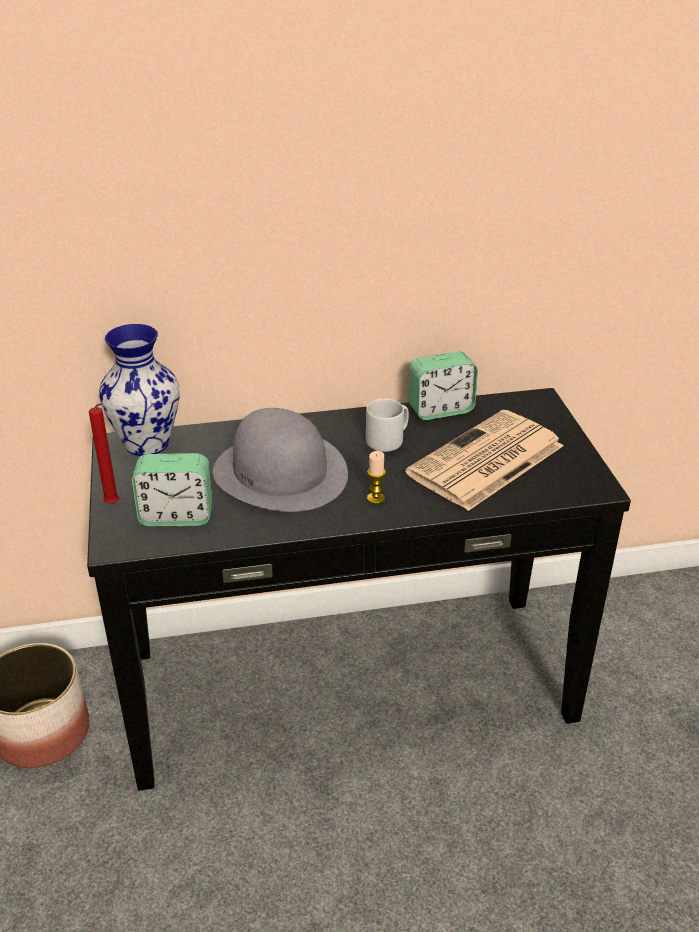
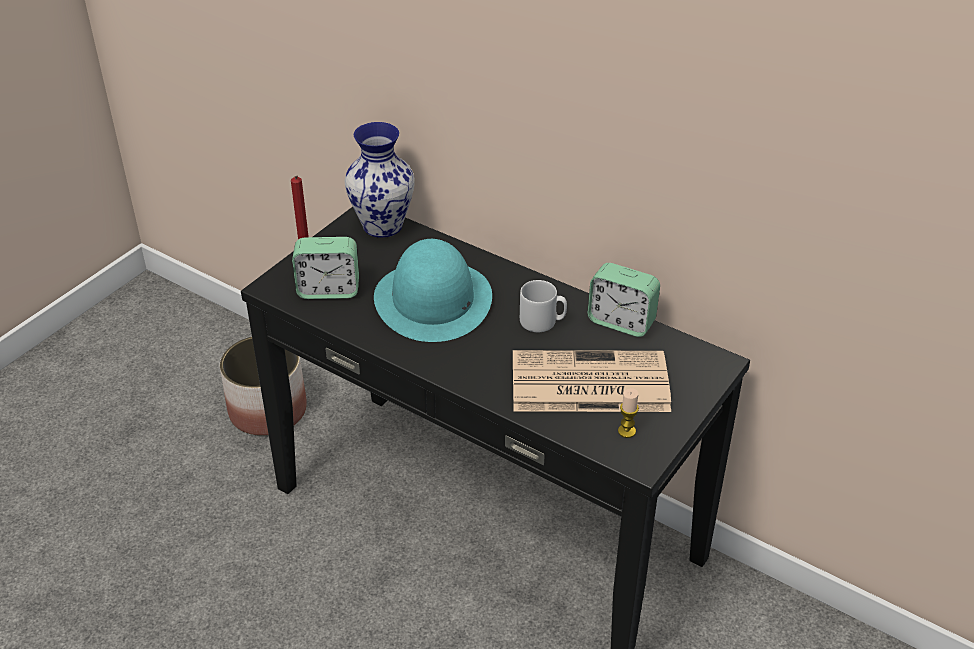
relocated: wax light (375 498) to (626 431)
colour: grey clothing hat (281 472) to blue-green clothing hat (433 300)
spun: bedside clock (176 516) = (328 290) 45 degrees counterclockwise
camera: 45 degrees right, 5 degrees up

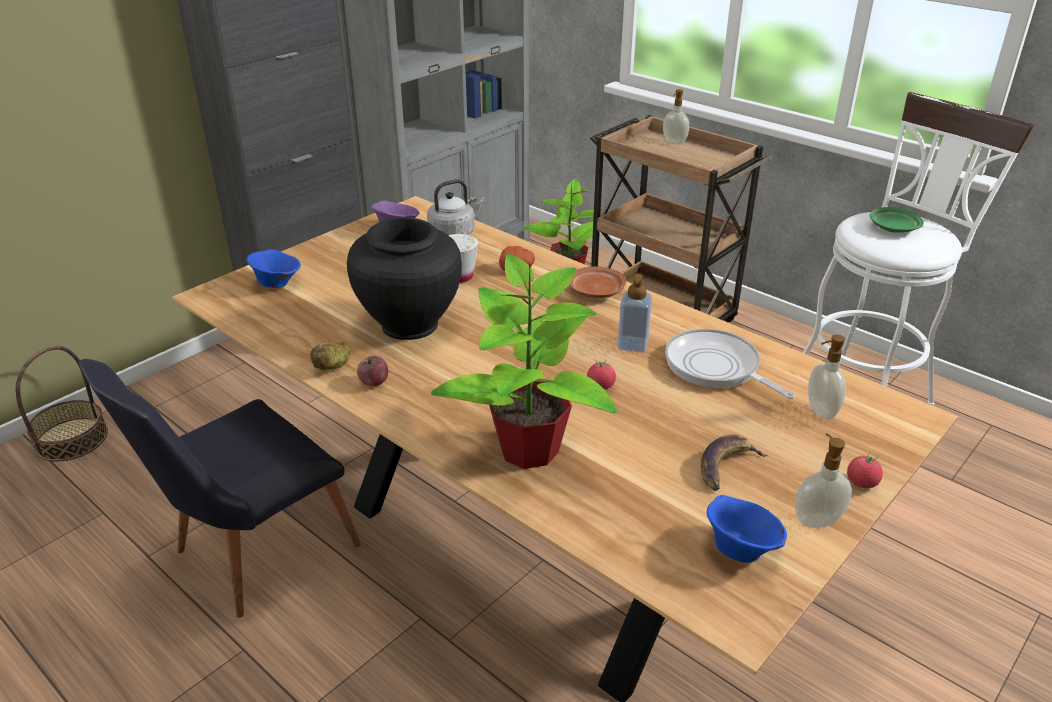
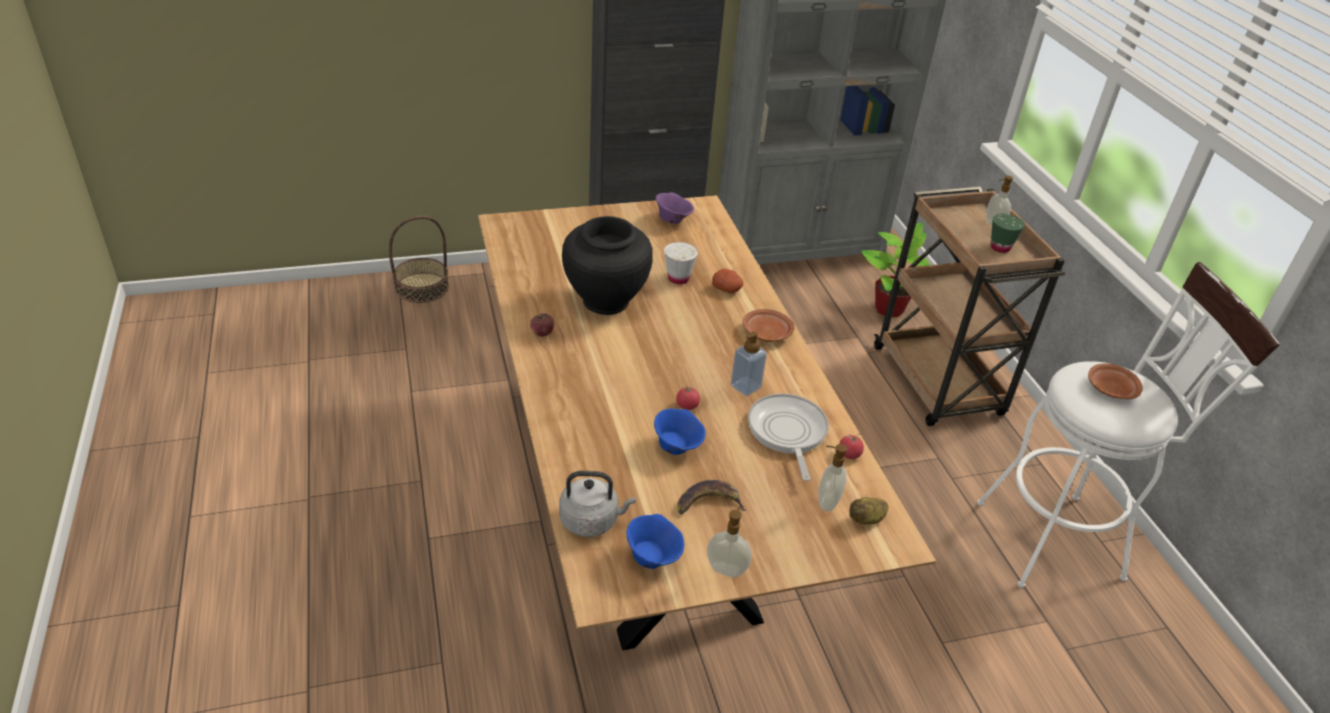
missing: plant in a pot (528 450); black-coloured plain chair (250 555)
appeared: green small cup (1000 247)
relocated: grey water kettle (454 233) to (592 521); blue-coloured bowl (277 283) to (677 446); potato (333 366) to (867 519); fresh tomato (861 482) to (849 454)
colour: green plate (893 228) to brownish plate (1111 388)
camera: 30 degrees right, 5 degrees up

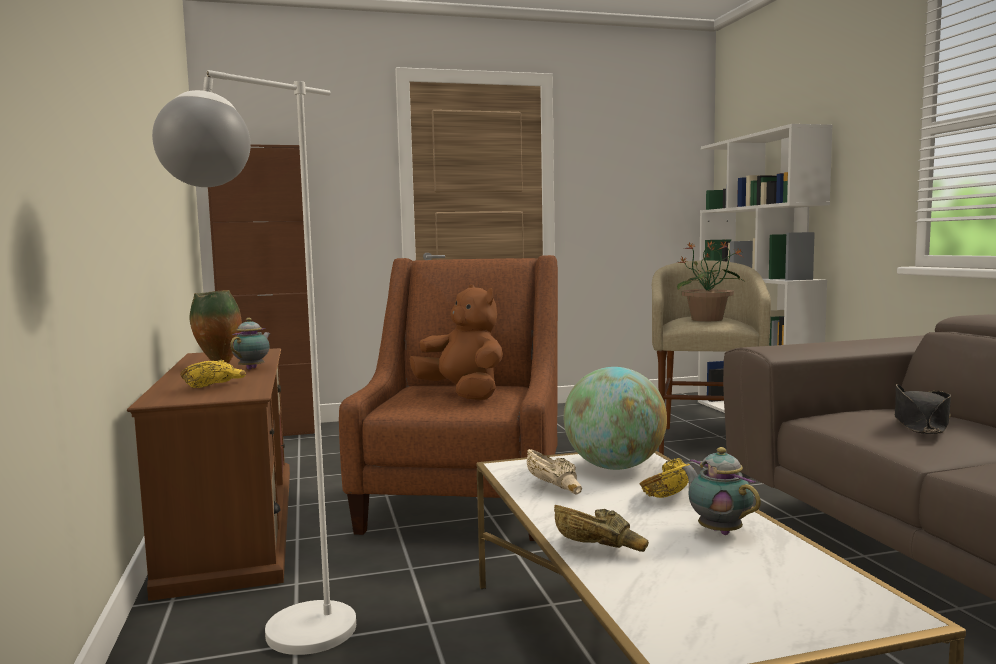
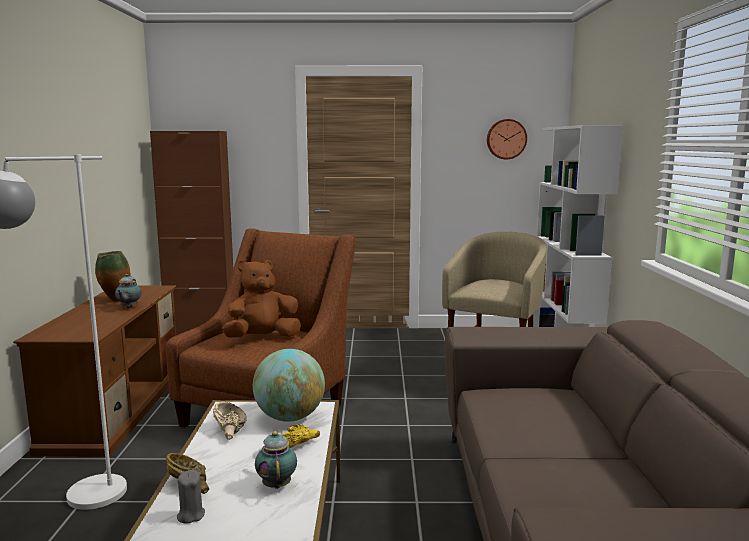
missing: plant in a pot (708 319); yellowish bowl (214 386); black-coloured clothing hat (920 424)
appeared: hanging clock (506 139); grey wax light (190 515)
spun: brownish soft toy (463 395) = (262 338) 90 degrees counterclockwise; tea pot (253 368) = (128 307) 150 degrees clockwise
camera: 15 degrees right, 5 degrees up

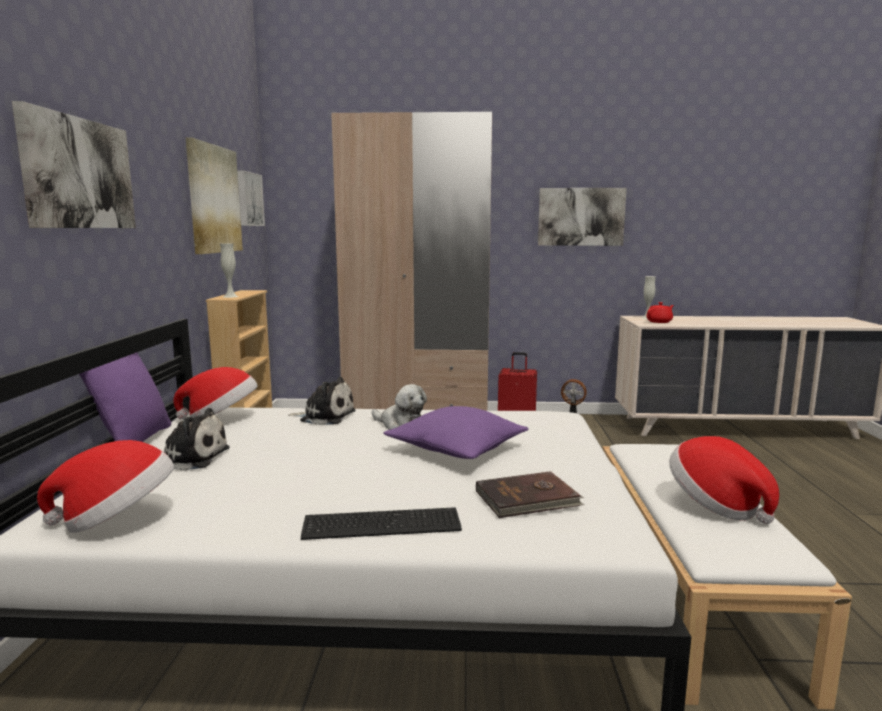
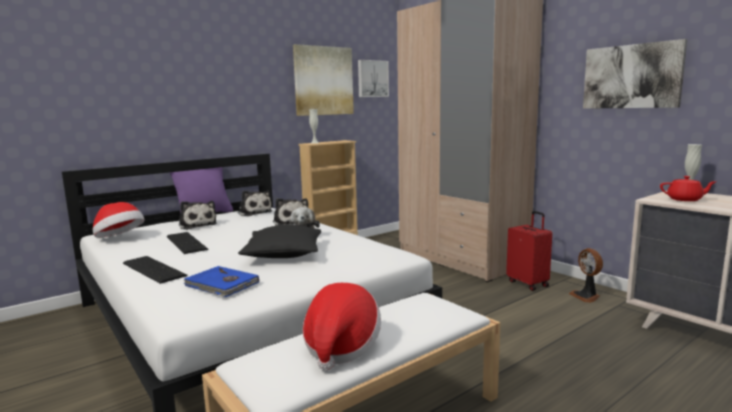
missing: picture (78 173)
appeared: computer keyboard (187 242)
exchanged: clothing hat (221 418) to soft toy (254 213)
colour: purplish pillow (457 449) to black-coloured pillow (283 254); brownish bound book (528 499) to blue-coloured bound book (221 284)
camera: 50 degrees right, 0 degrees up

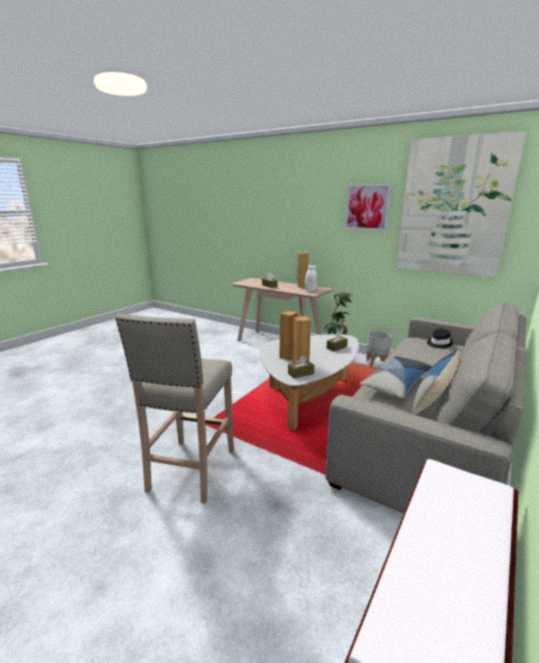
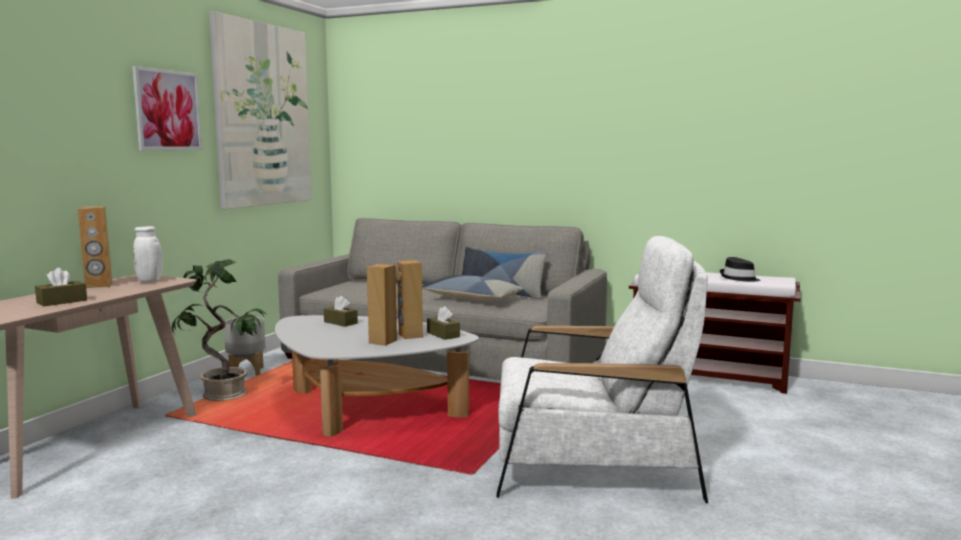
relocated: black-coloured clothing hat (439 343) to (739 278)
exchanged: beige-coloured stool seat (190 471) to white easy chair (592 465)
camera: 100 degrees left, 10 degrees down

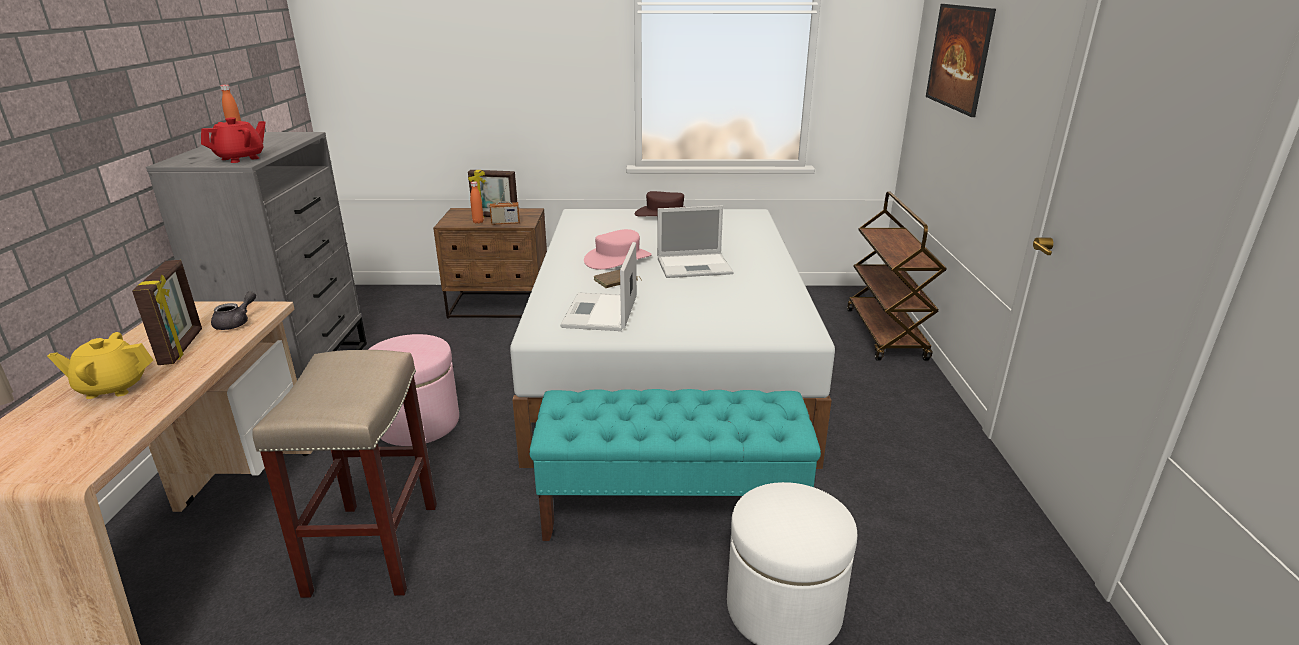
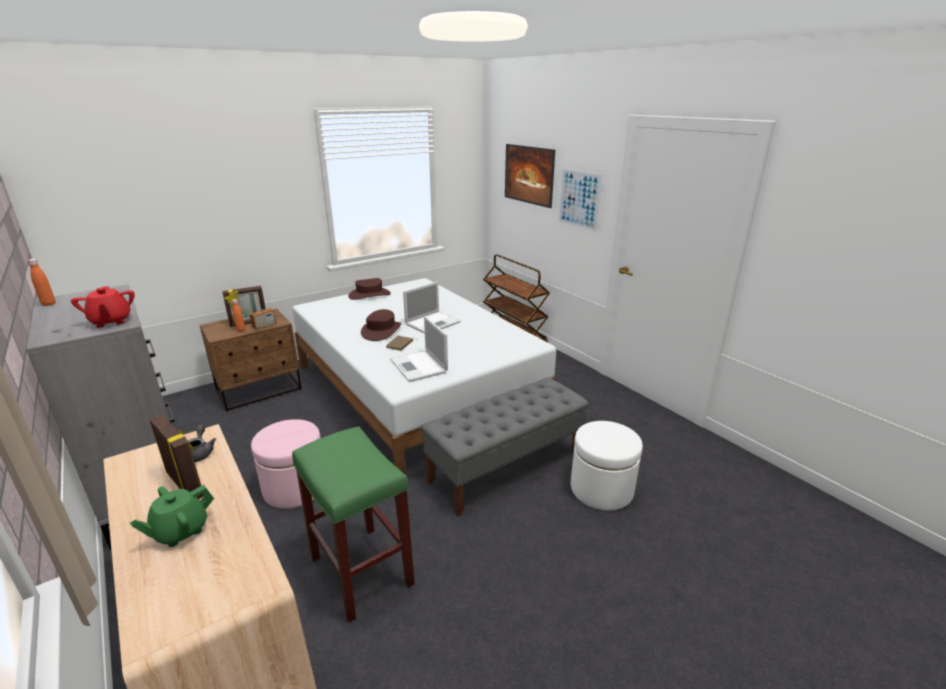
appeared: picture (579 199)
colour: pink-coloured clothing hat (617 259) to brownish clothing hat (381 330); yellowish tea pot (113 387) to green tea pot (180 531); beige-coloured stool seat (374 549) to green stool seat (363 571); blue-green indoor bench (673 508) to grey indoor bench (506 467)
spun: red tea pot (241 158) = (111 321) 150 degrees clockwise
camera: 35 degrees left, 0 degrees up

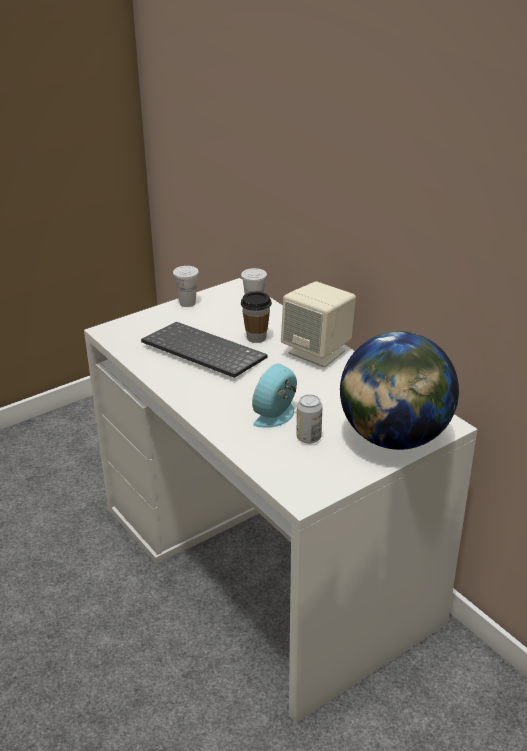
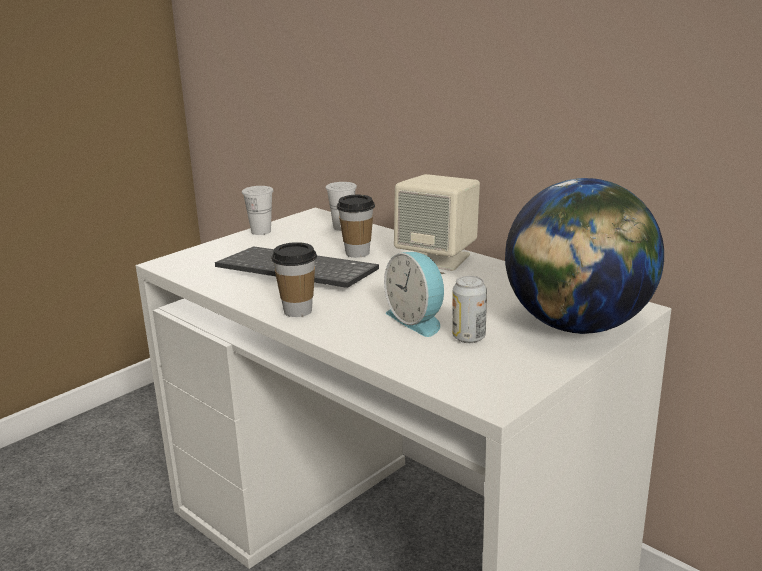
appeared: small cup (298 311)
spun: bedside clock (277 415) = (417 320) 60 degrees counterclockwise
camera: 10 degrees left, 10 degrees down

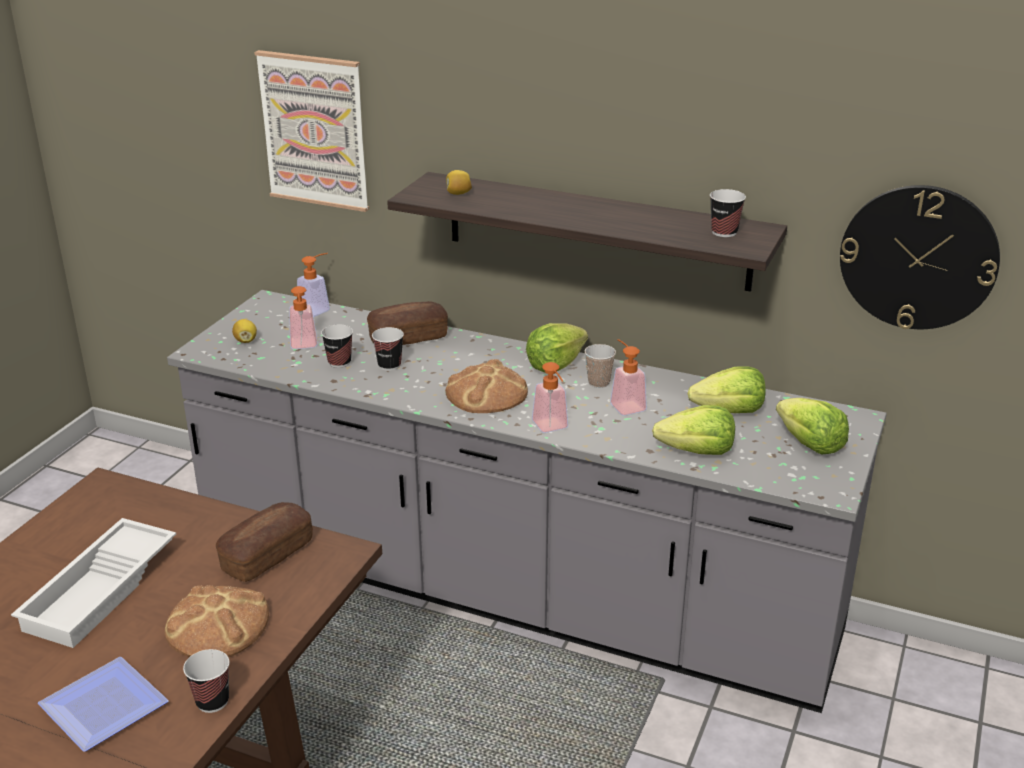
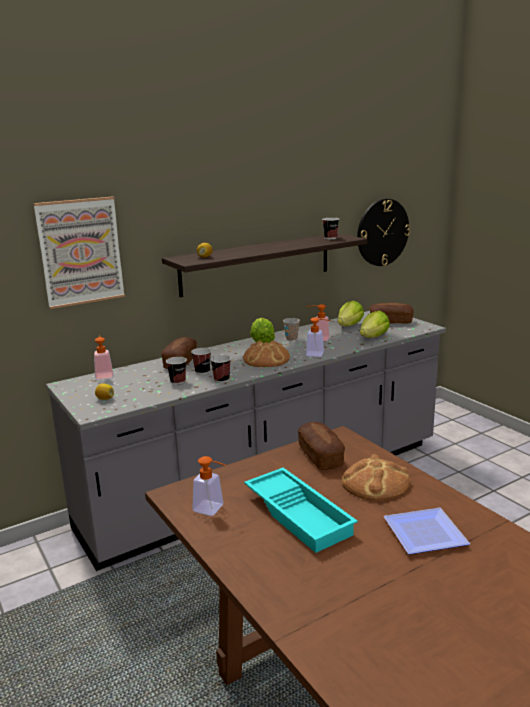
relocated: soap bottle (304 346) to (213 509); small cup (212 701) to (221 380)
exchanged: head of lettuce (809 444) to bakery bread (390 321)
colour: white carrying tray (102 591) to blue-green carrying tray (300 514)
camera: 55 degrees left, 10 degrees down

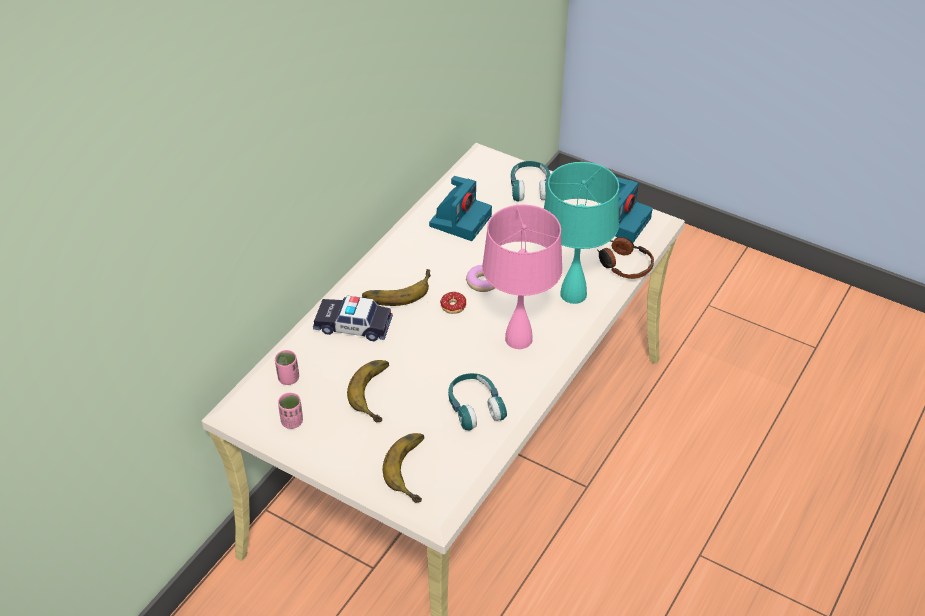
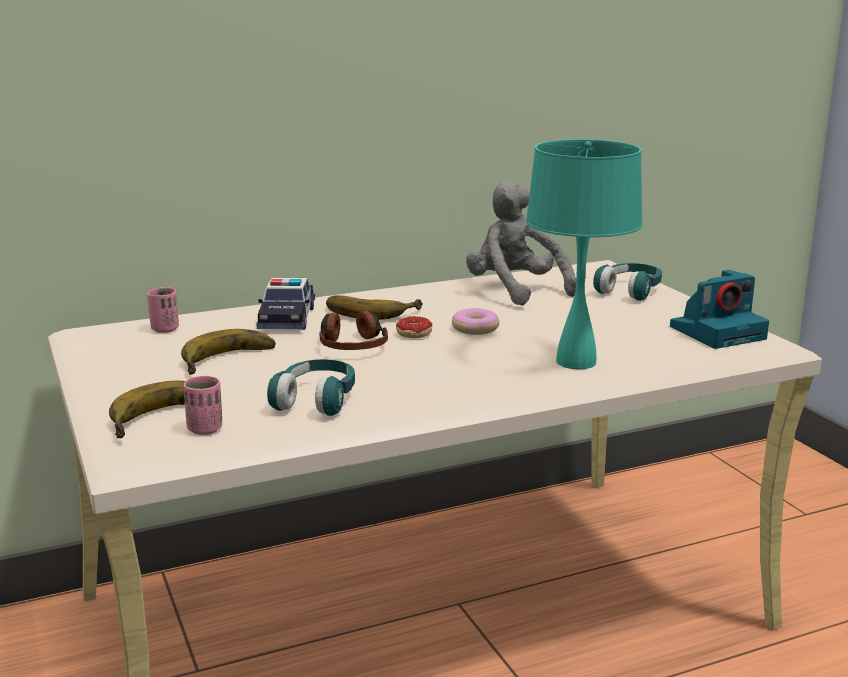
missing: pink-coloured tabletop lamp (519 339)
relocated: headset (624 264) to (352 345); pink-coloured small cup (292 421) to (205 429)
exchanged: photo camera (460 220) to grey soft toy (515 291)
spun: model car (353 325) = (287 318) 135 degrees counterclockwise
camera: 35 degrees right, 25 degrees down

